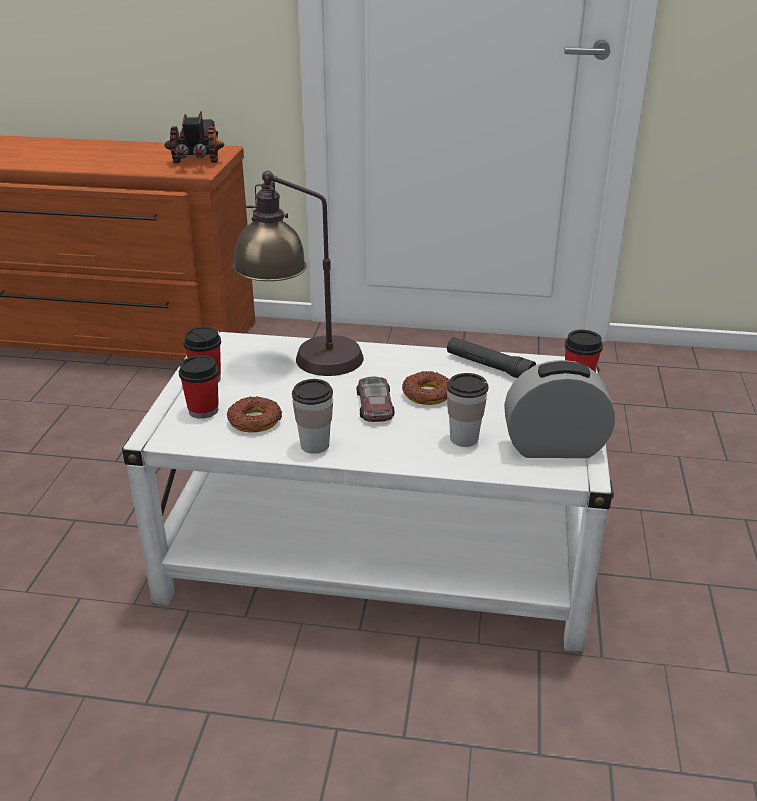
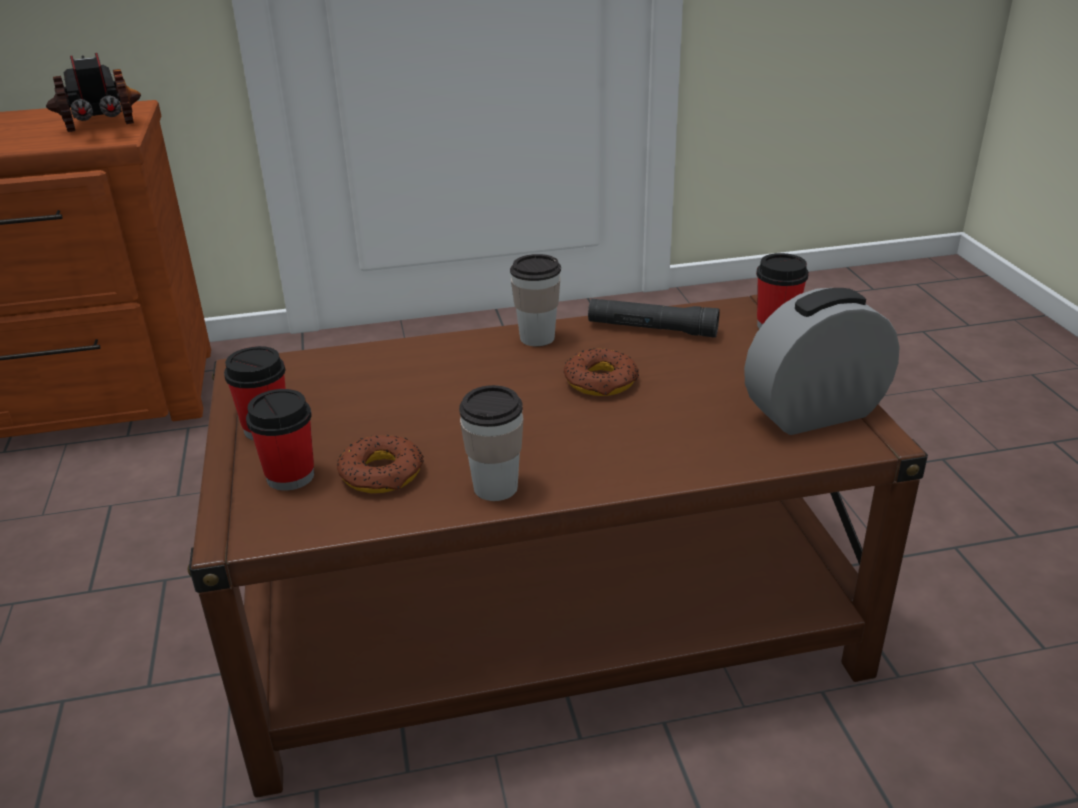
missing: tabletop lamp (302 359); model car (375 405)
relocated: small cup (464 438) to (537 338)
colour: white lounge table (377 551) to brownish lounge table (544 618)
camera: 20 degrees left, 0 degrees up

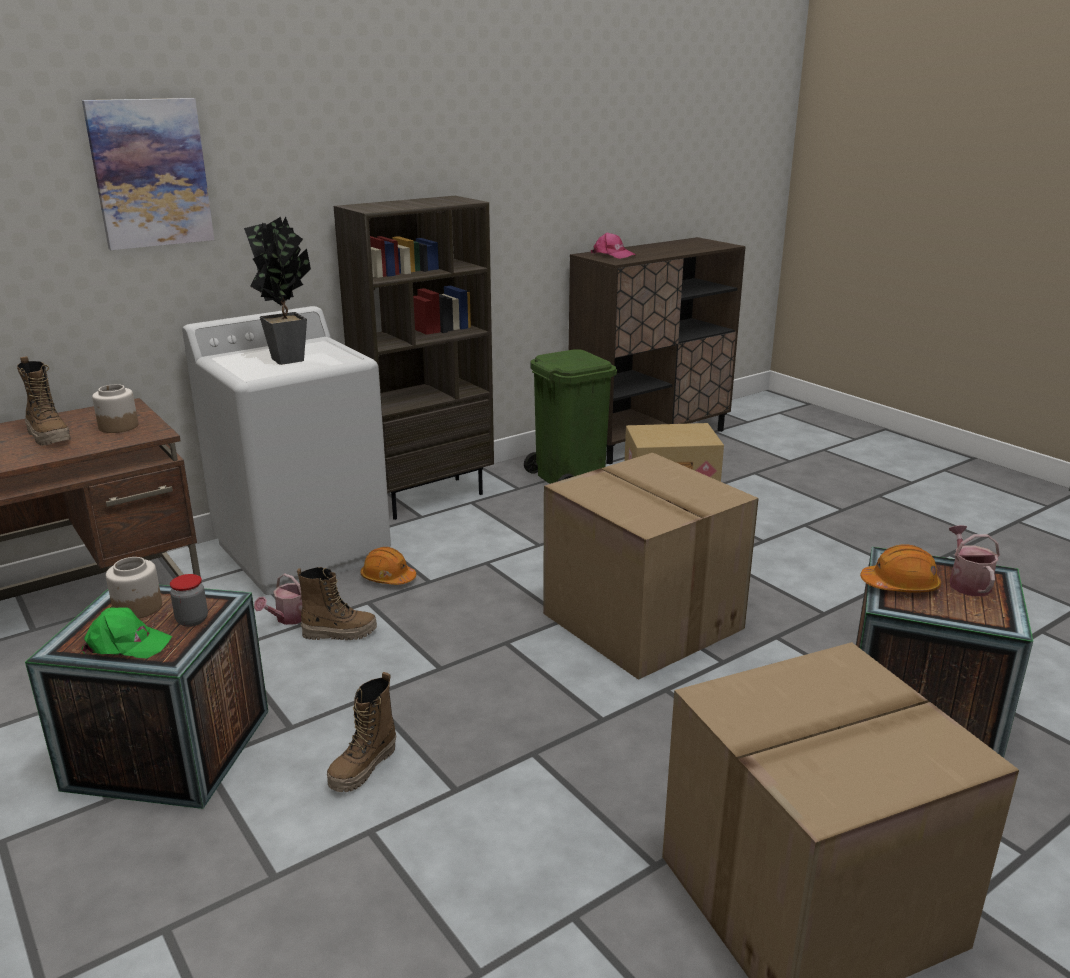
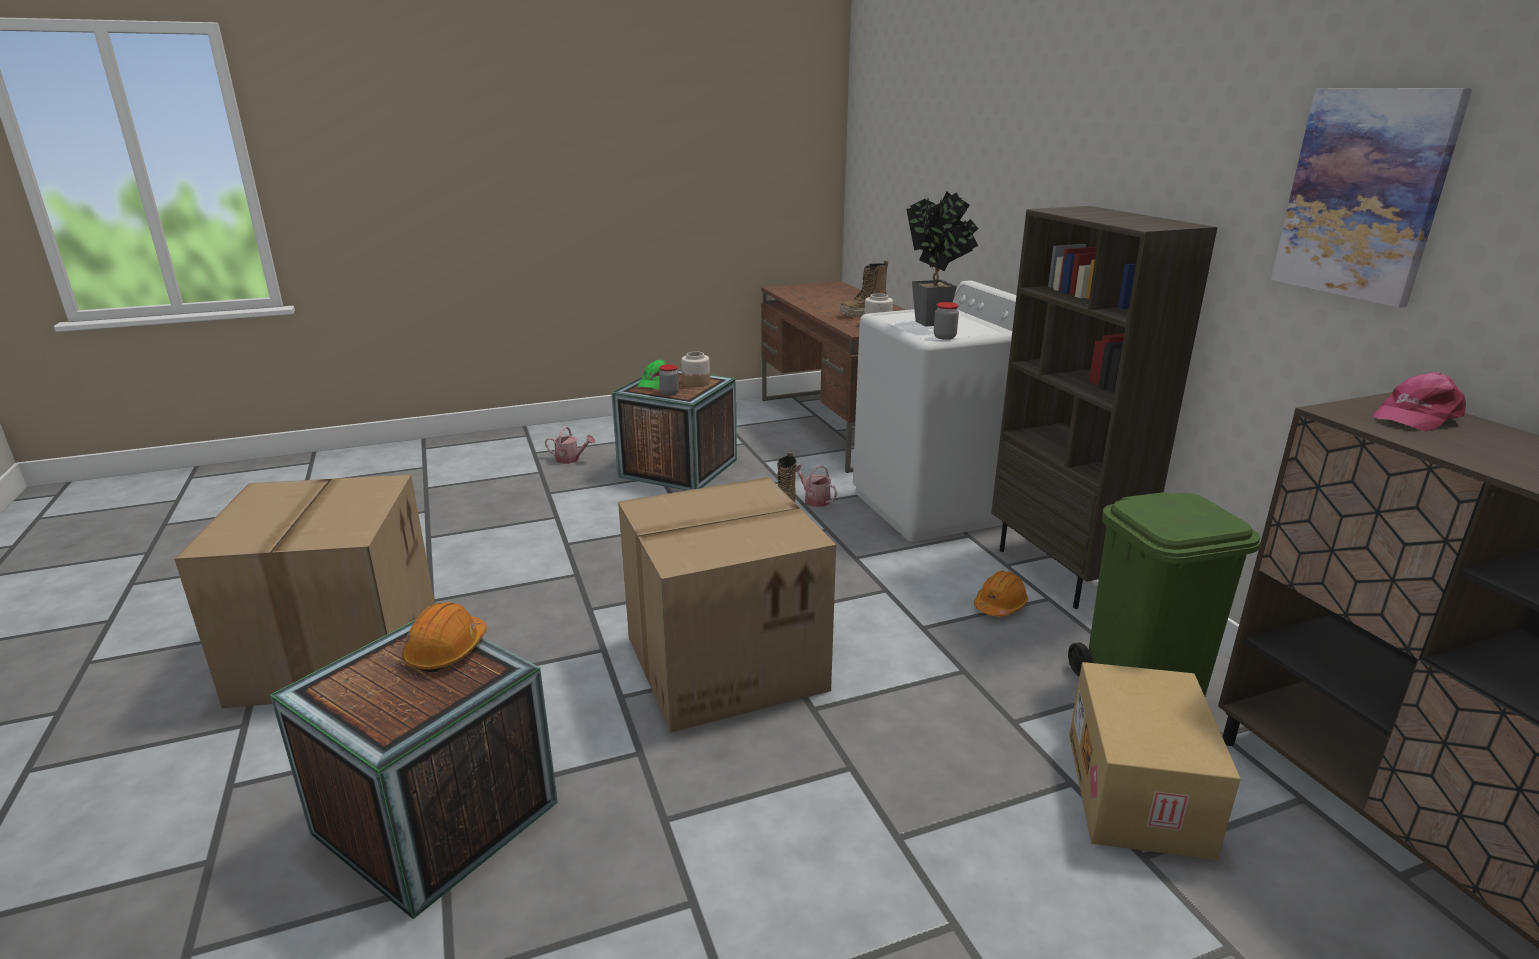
missing: tall boot (364 768)
appeared: preserve jar (944 337)
relocated: picture (150 173) to (1364 194); watering pot (967 583) to (571 459); orange-coloured safety helmet (388 578) to (1000 605)
camera: 105 degrees right, 0 degrees up

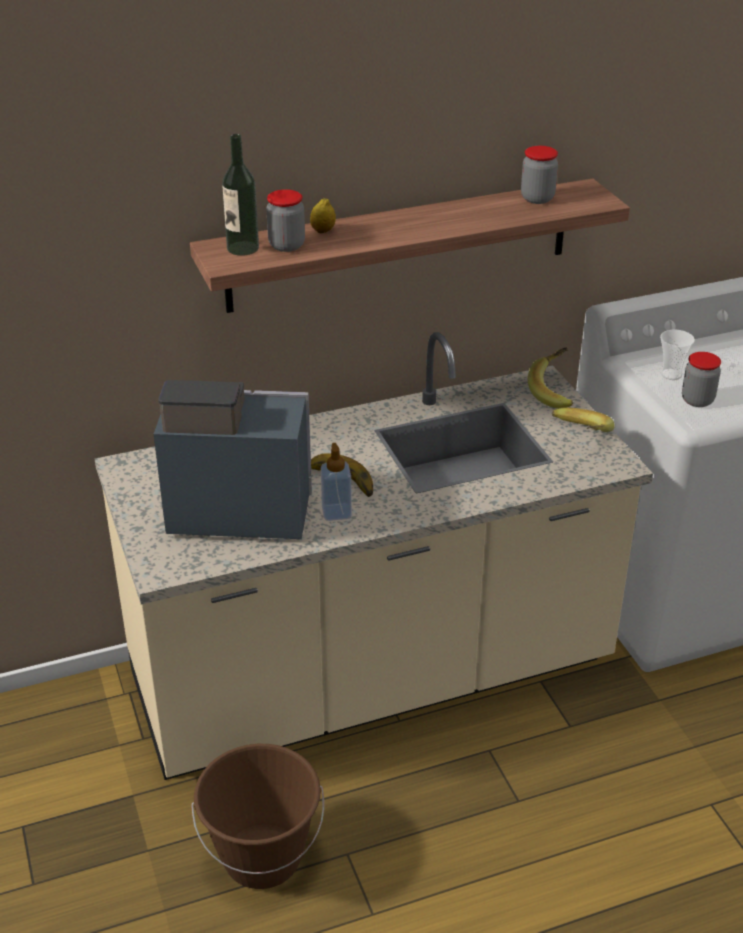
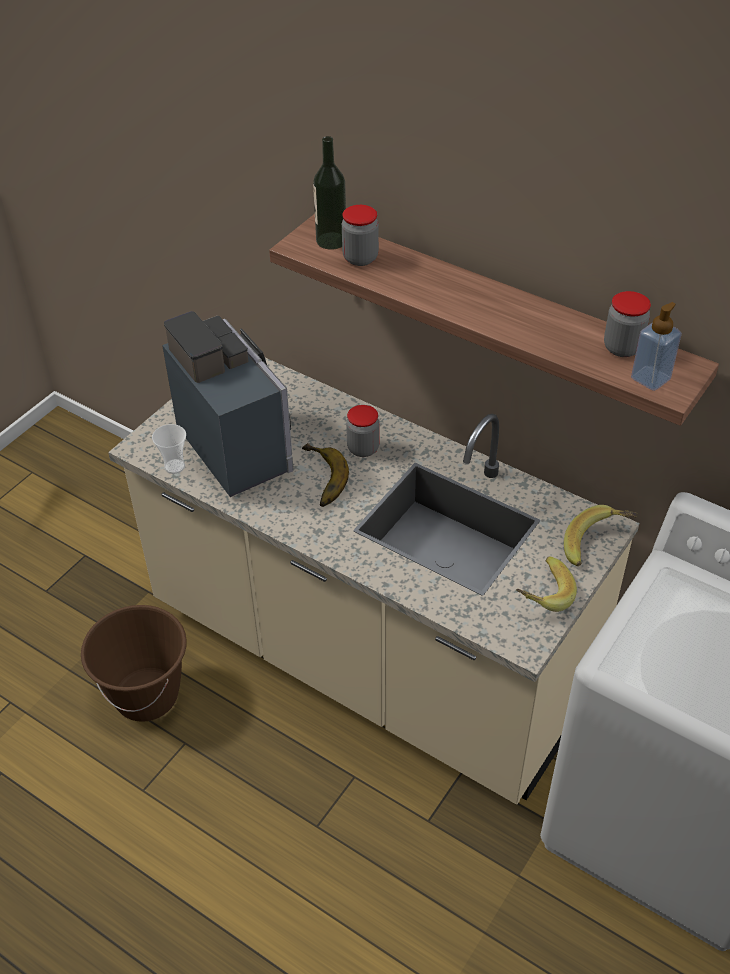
missing: whole lemon (323 231)
relocated: small cup (671 374) to (174 466); preserve jar (697 400) to (363 448); soap bottle (336 512) to (650 378)
camera: 55 degrees right, 10 degrees up

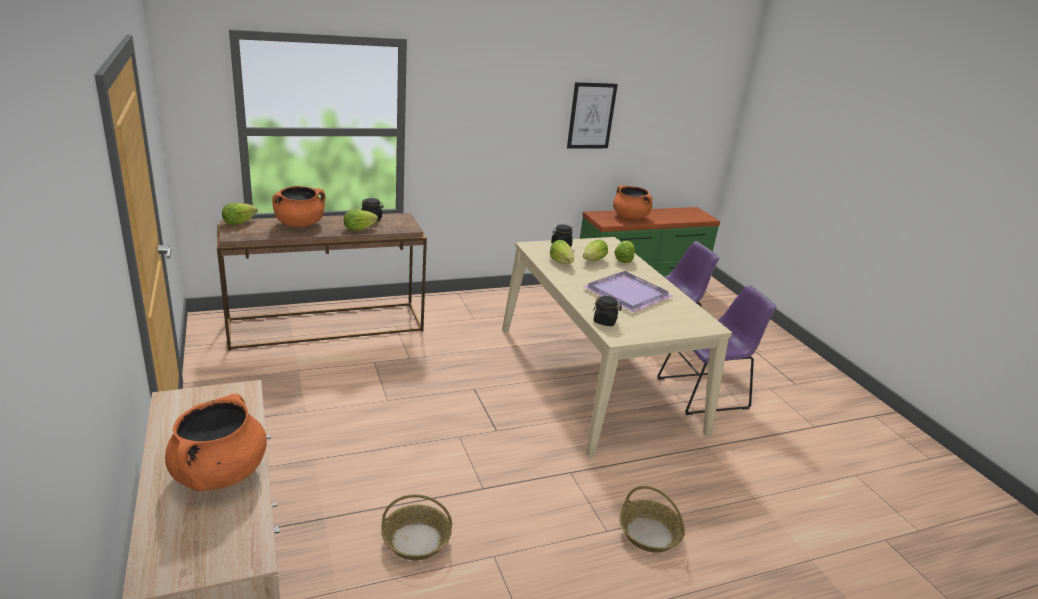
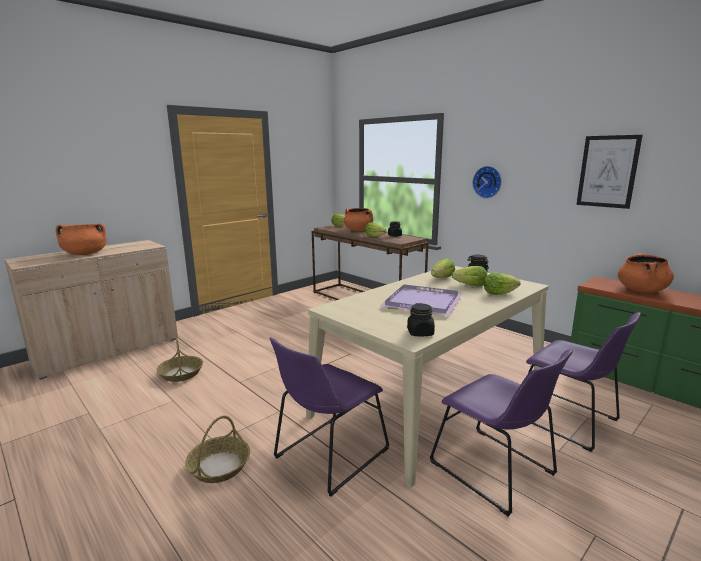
appeared: hanging clock (488 182); purplish plain chair (328 456)
relocated: black-coloured preserve jar (605 321) to (420 333)
camera: 70 degrees right, 10 degrees down

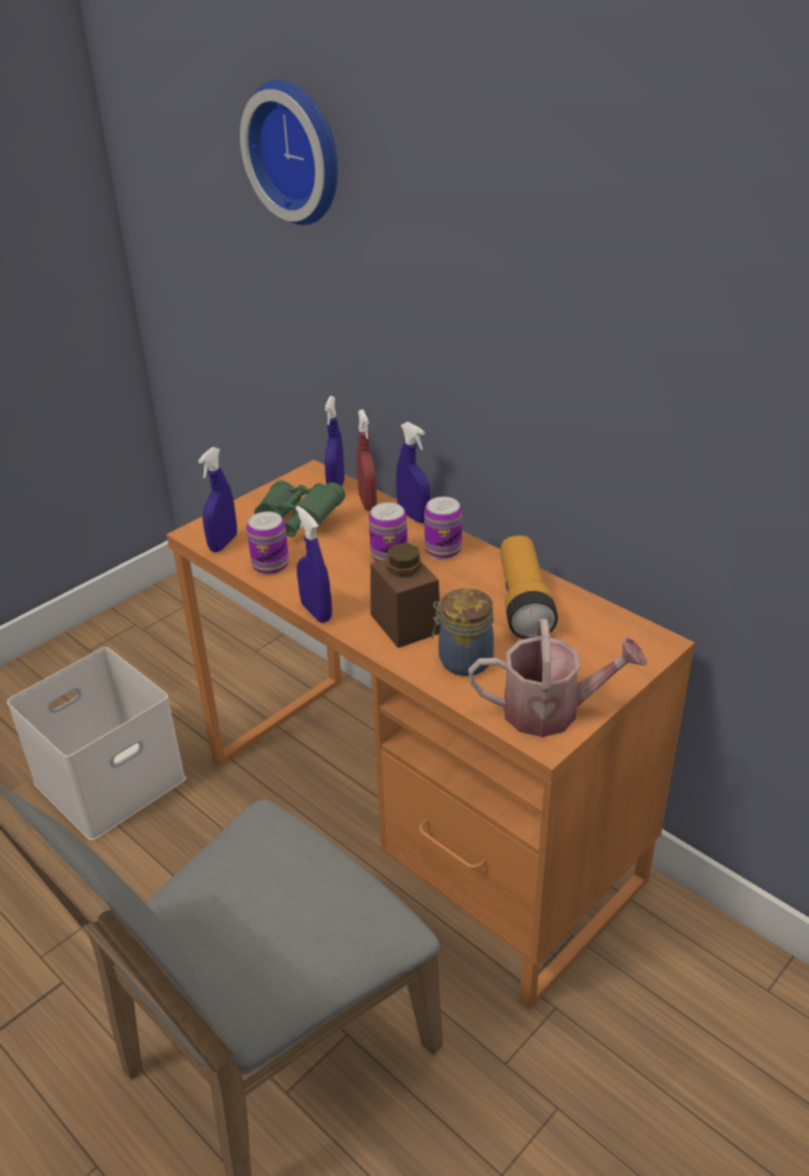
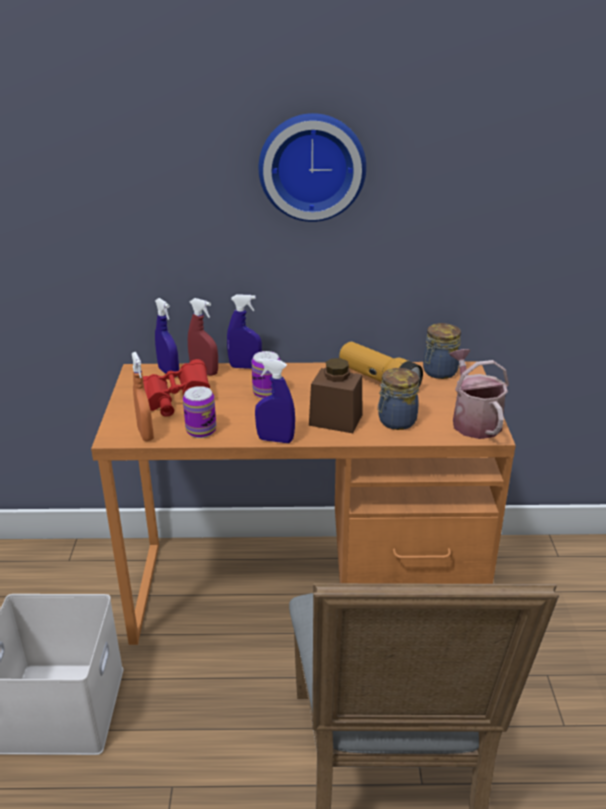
missing: can (443 550)
appeared: preserve jar (438 372)
relocated: hanging clock (299 152) to (312 166)
colour: blue-coloured sprayer (223 543) to orange-coloured sprayer (145 434); green binoculars (295 523) to red binoculars (175 402)
spun: watering pot (552 710) = (473 420) 60 degrees counterclockwise
camera: 45 degrees left, 5 degrees down

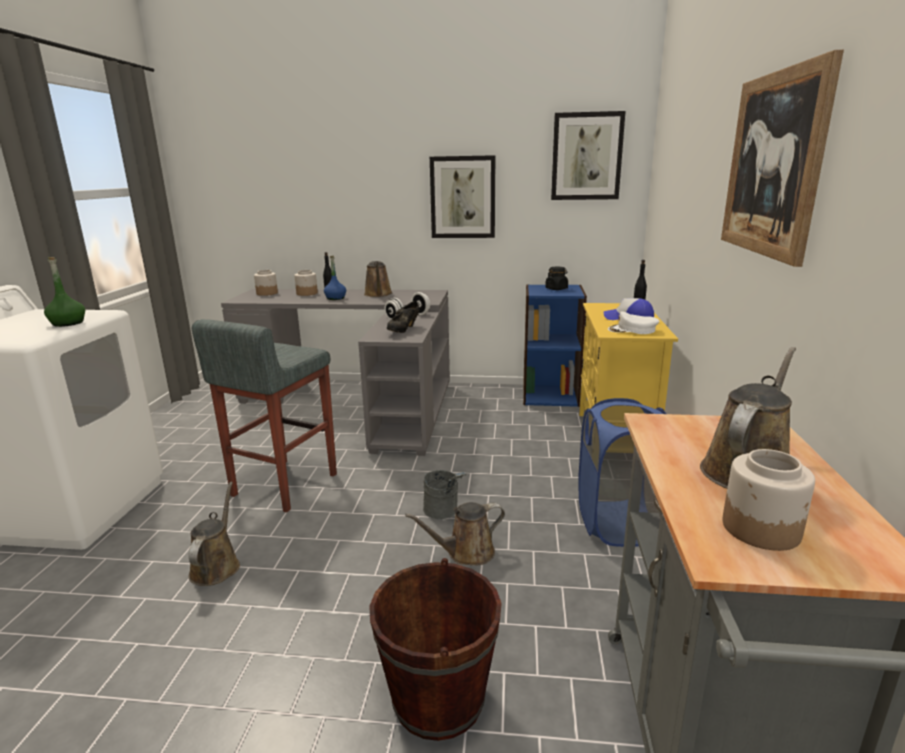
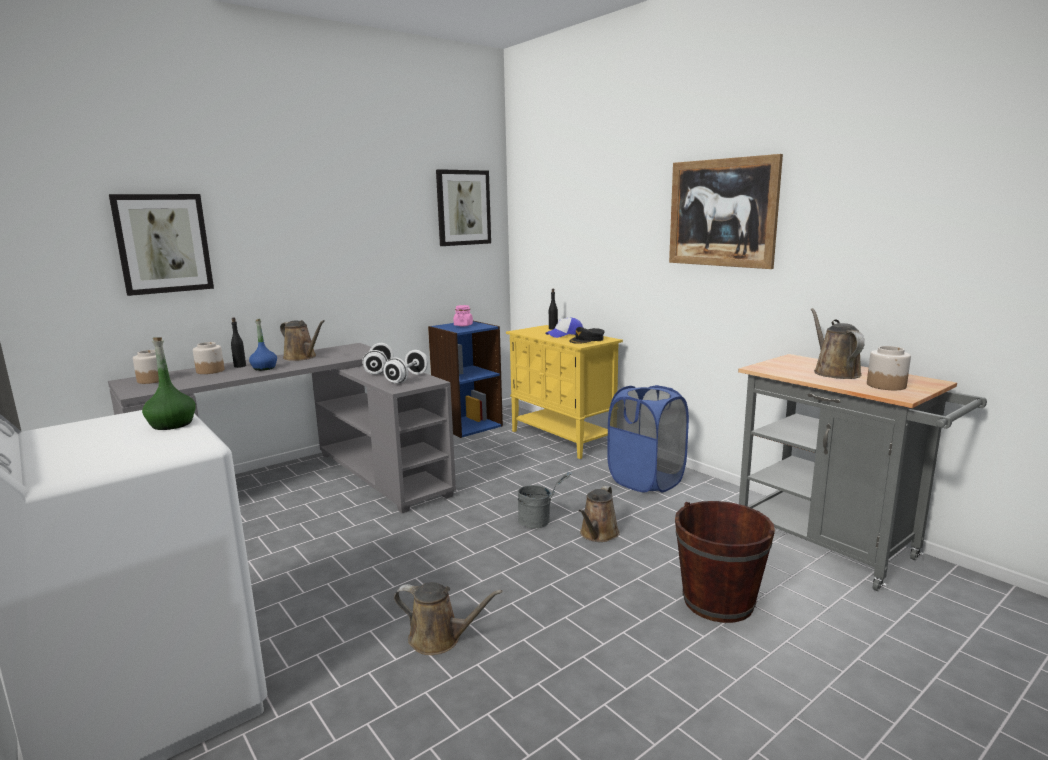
missing: grey stool seat (283 485)
relocated: picture (463 197) to (163 243)
exchanged: black-coloured low shoe (403 330) to white dumbbell (407 378)
colour: black-coloured preserve jar (556 289) to pink-coloured preserve jar (463 325); white baseball cap (632 330) to black-coloured baseball cap (587 340)
spun: brownish watering pot (216 566) = (440 639) 150 degrees clockwise
camera: 45 degrees left, 5 degrees down

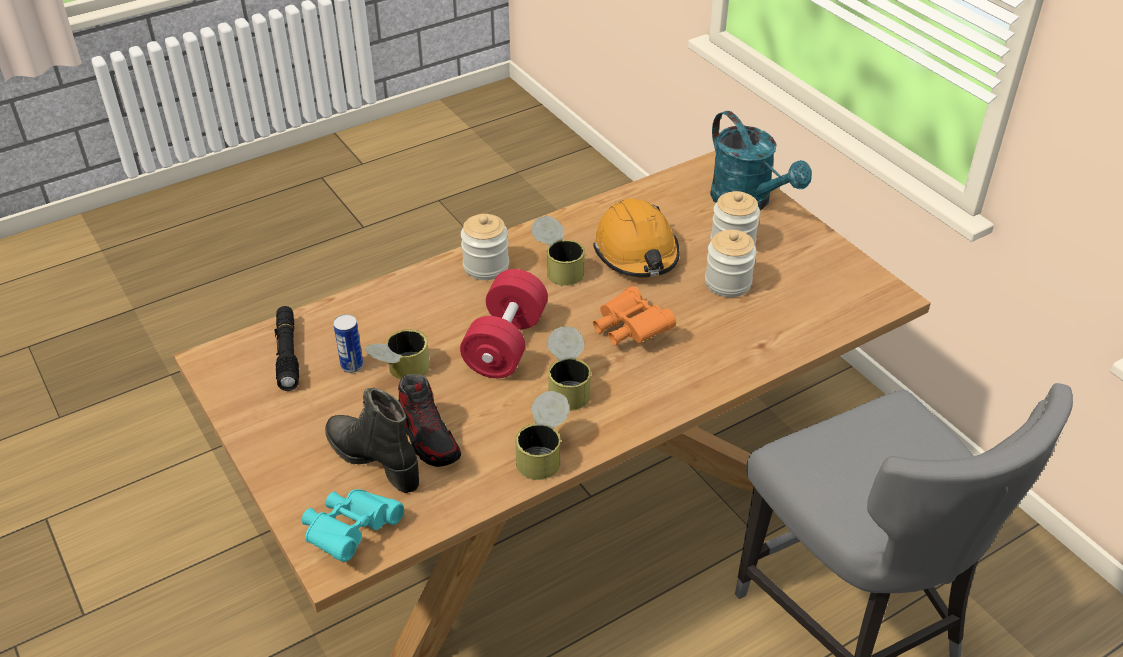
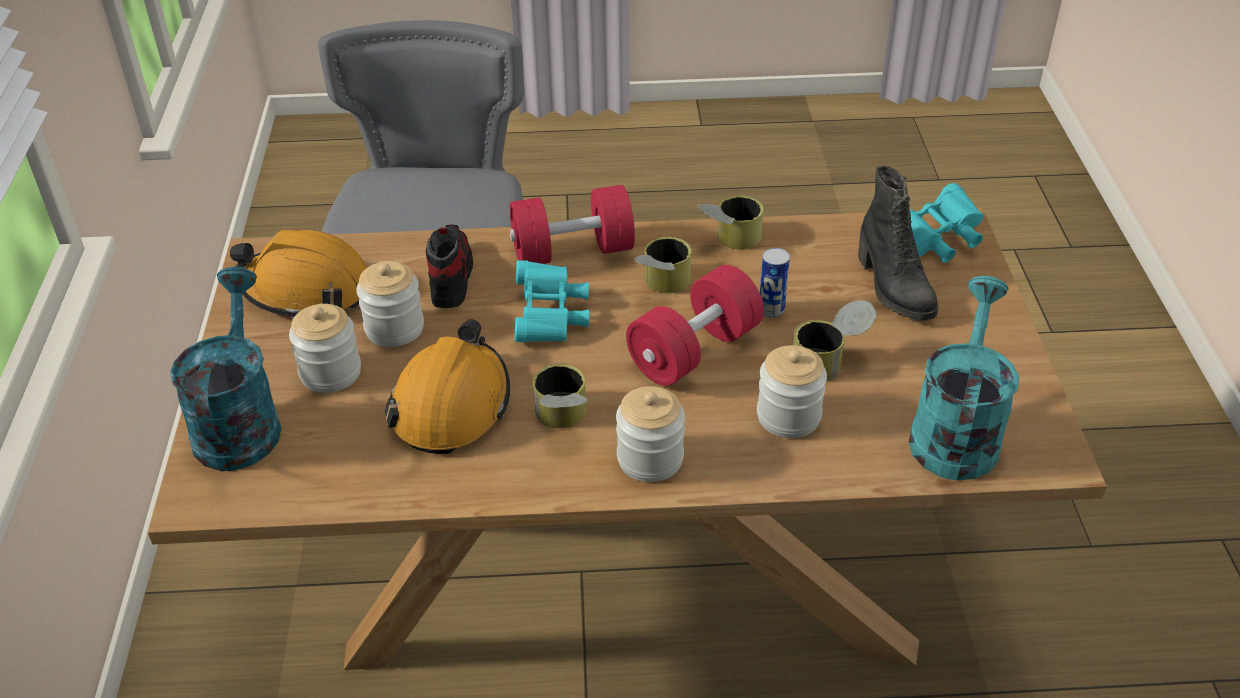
appeared: red dumbbell (572 251); orange-coloured safety helmet (306 289); preserve jar (788 416)
relocated: can (352 365) to (771 310); low shoe (428 437) to (450 276)
exchanged: black-coloured hand torch (287 354) to blue-green watering pot (955 431)
colour: orange-coloured binoculars (629 330) to blue-green binoculars (550 318)
camera: 150 degrees left, 0 degrees up

